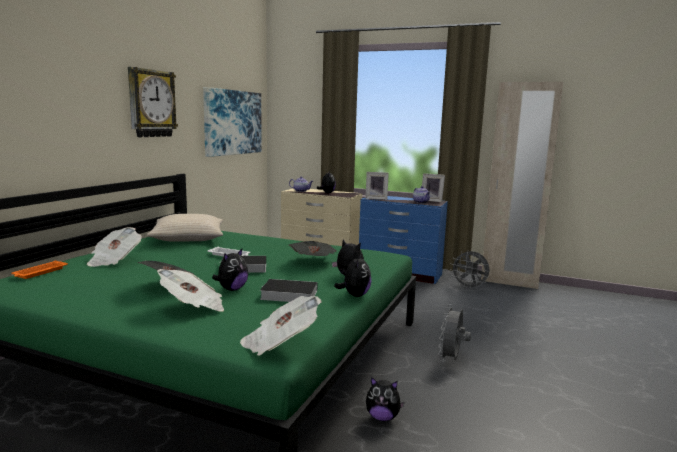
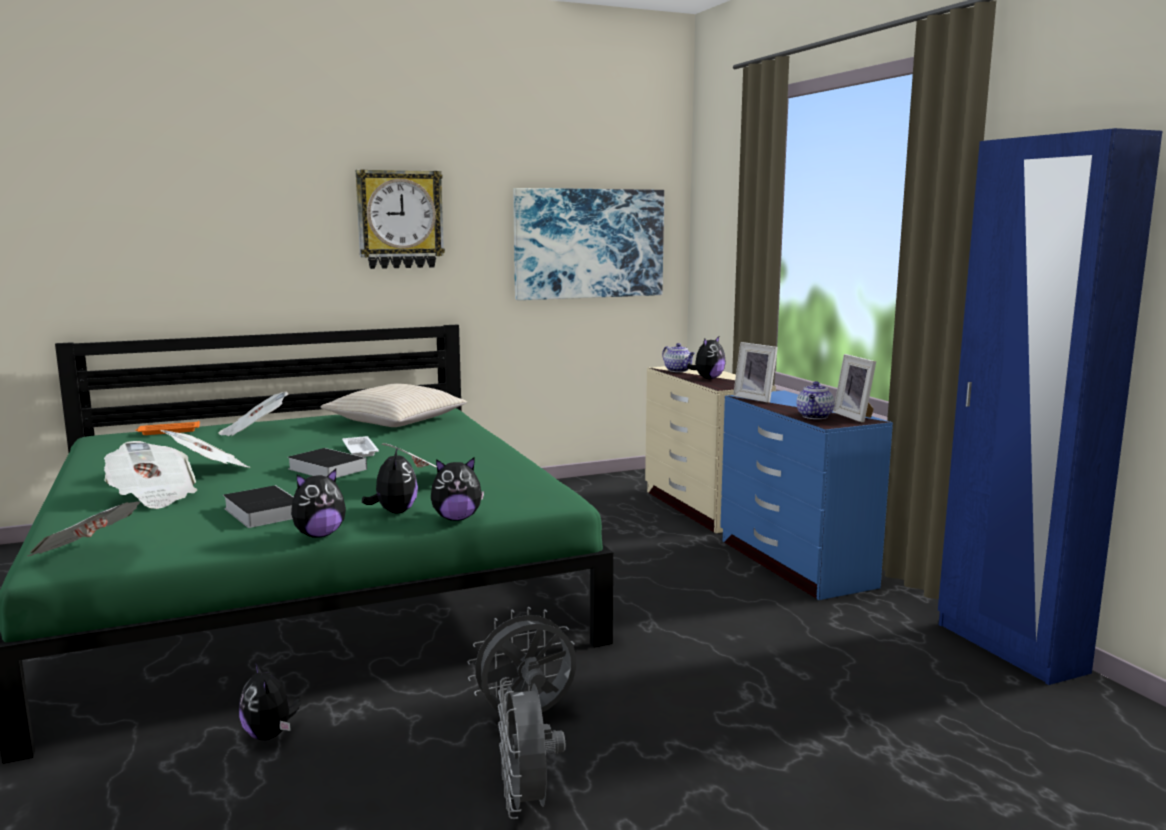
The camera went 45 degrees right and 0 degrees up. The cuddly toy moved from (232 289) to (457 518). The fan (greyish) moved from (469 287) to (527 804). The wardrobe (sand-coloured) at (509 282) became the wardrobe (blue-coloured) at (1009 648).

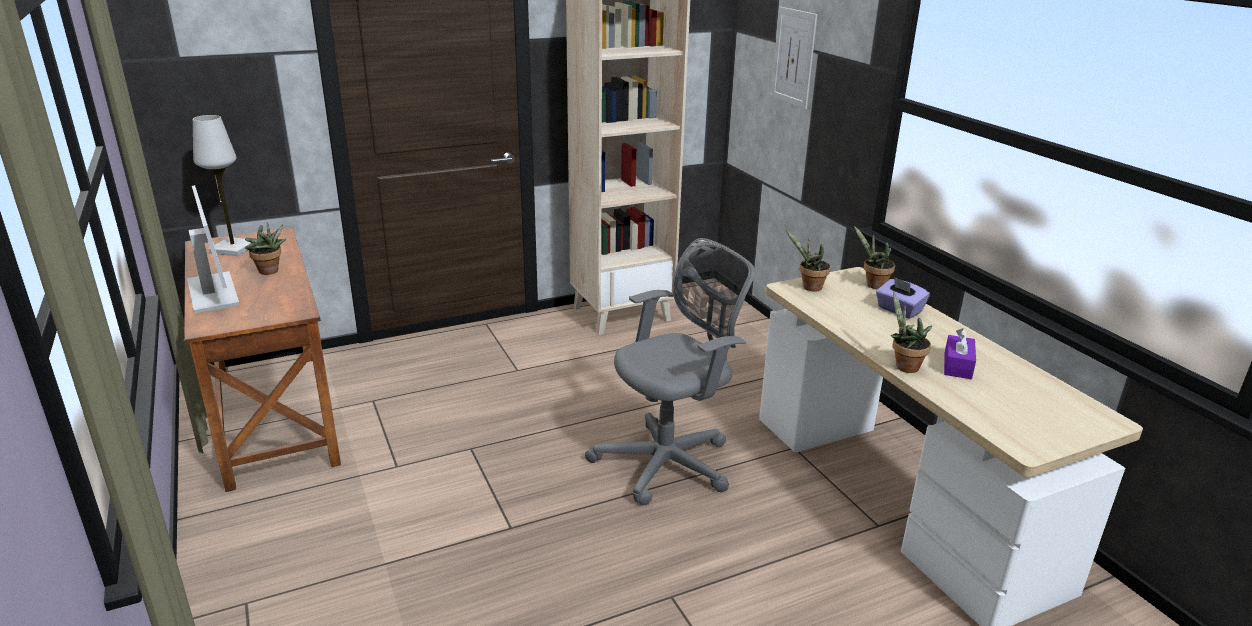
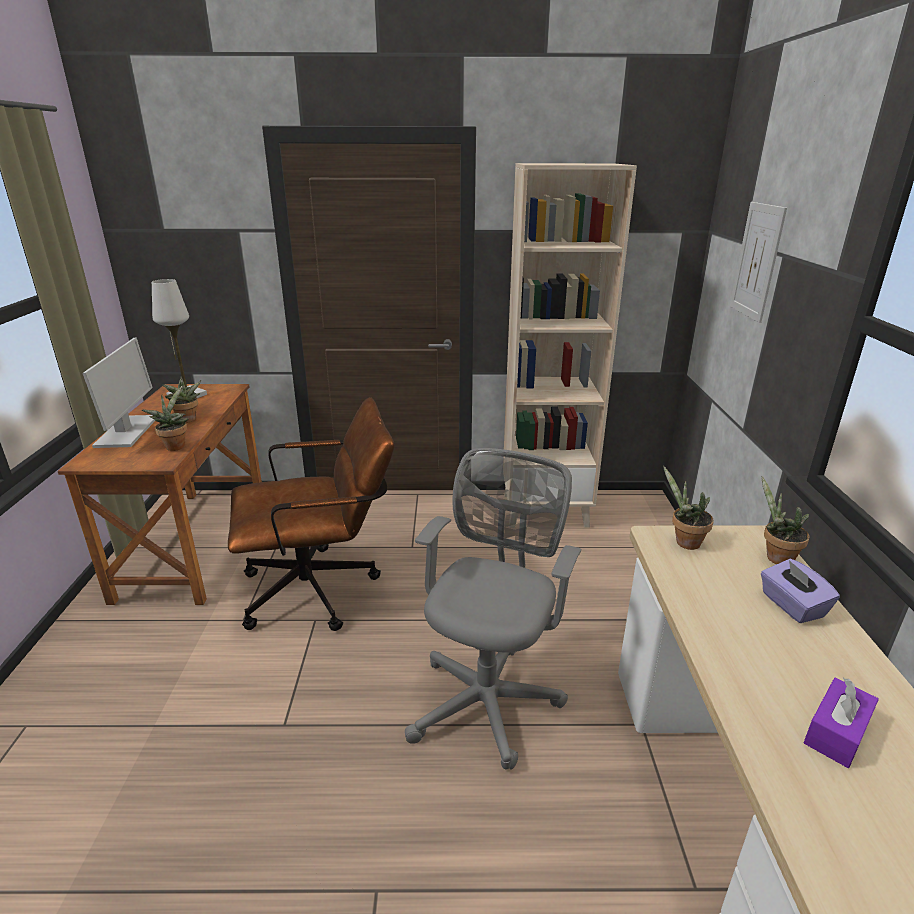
The camera went 25 degrees right and 0 degrees up. The houseplant moved from (903 366) to (175 445). The computer chair (brown) at (322 589) appeared. The computer chair (greyish) at (670 462) turned 60 degrees counterclockwise.

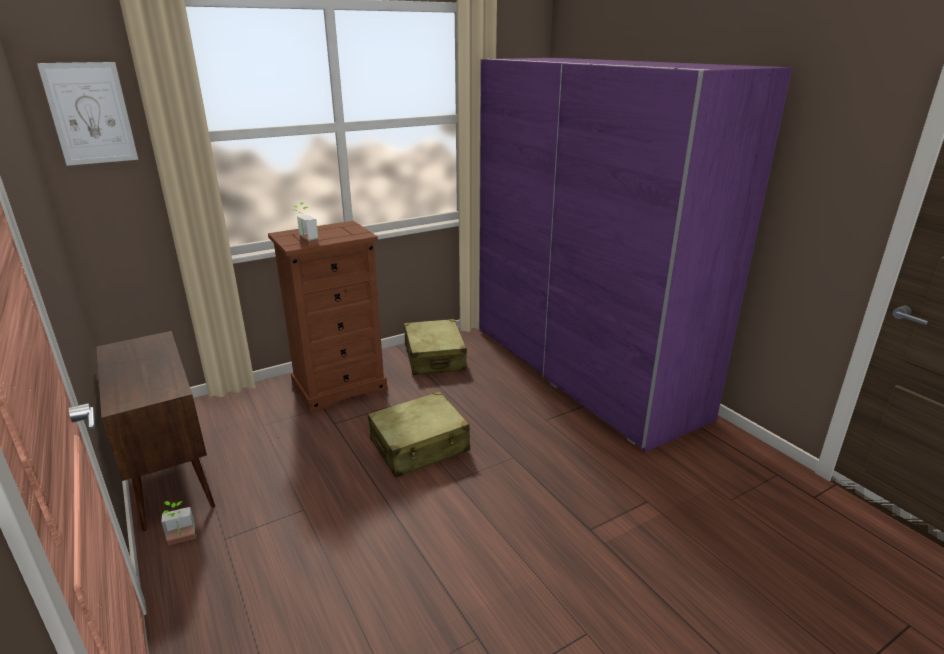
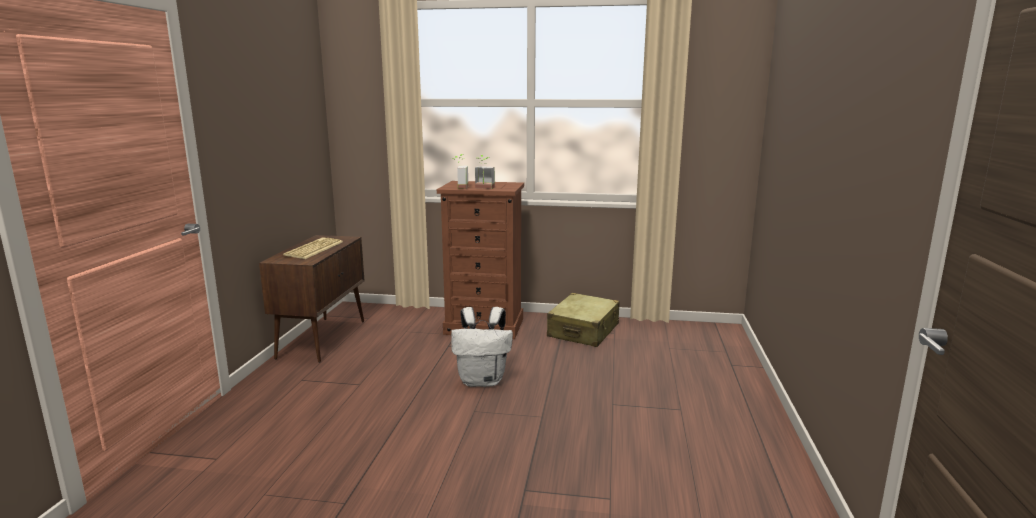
The camera went 40 degrees right and 10 degrees down. The computer keyboard at (313 249) appeared. The travel case (sand-coloured) at (420 446) was replaced by the knapsack (white-coloured) at (483 381). The houseplant moved from (182 541) to (483 188). The wall picture at (90 114) disappeared. The wardrobe (purple-coloured) at (581 370) disappeared.

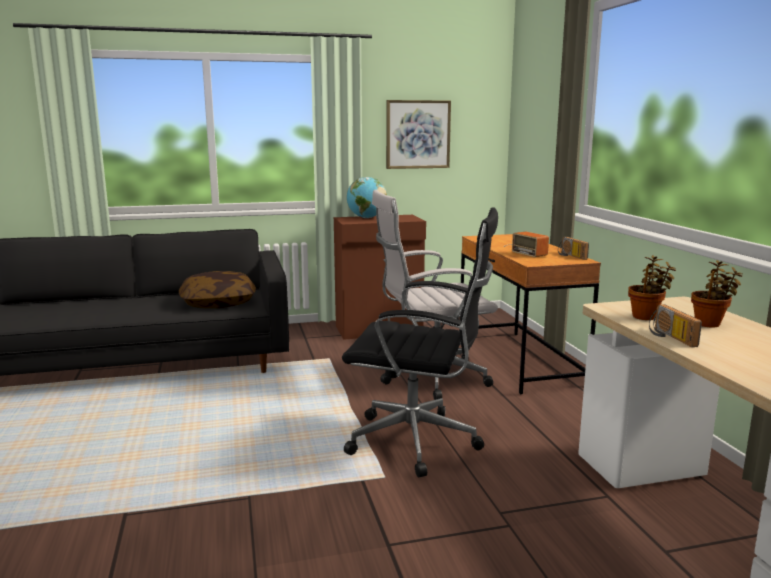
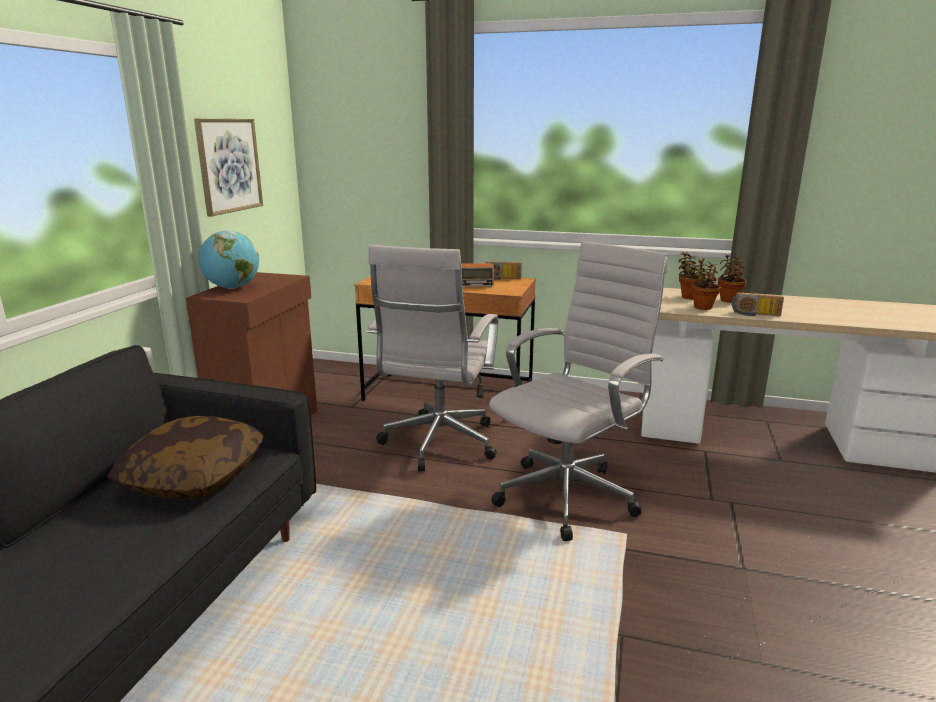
The camera went 60 degrees left and 5 degrees up. The computer chair (black) at (420 442) became the computer chair (white-coloured) at (570 494). The houseplant at (688 296) appeared.

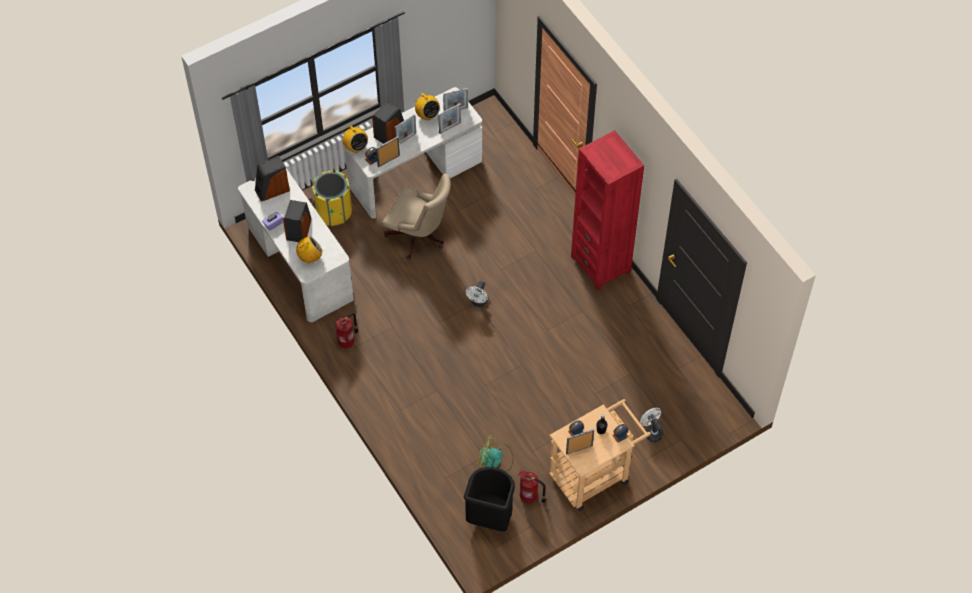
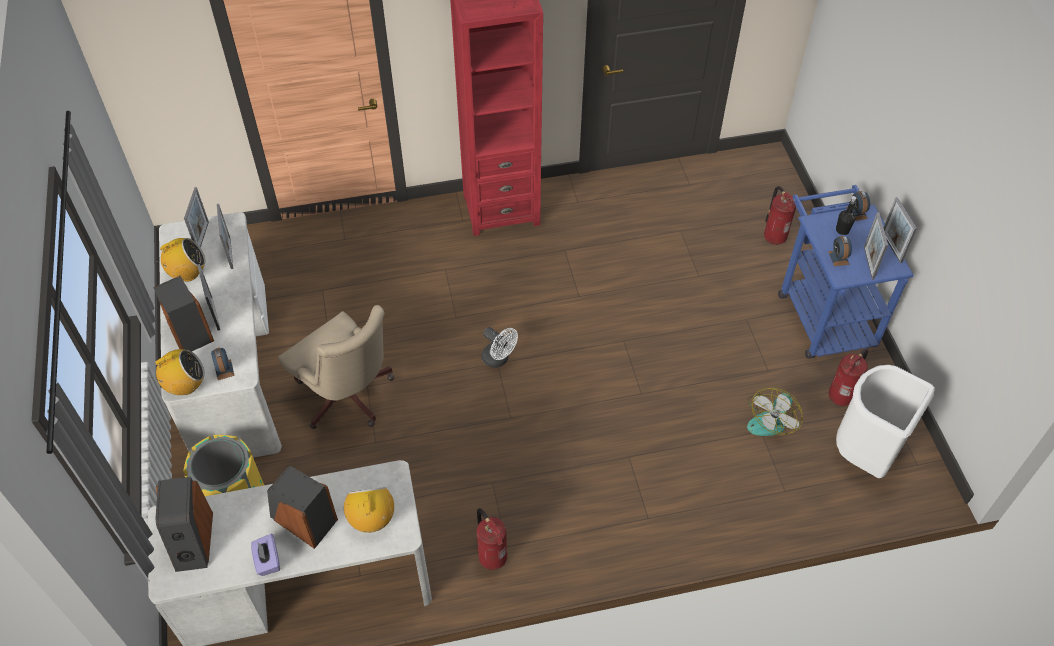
The camera went 70 degrees left and 5 degrees down. The computer chair (sand-coloured) at (419 237) turned 90 degrees clockwise. The fan (white-coloured) at (651 431) was replaced by the extinguisher at (774 236). The wheeled cart (sand-coloured) at (594 474) became the wheeled cart (blue-coloured) at (822 312). The trash can (black) at (490 517) became the trash can (white-coloured) at (865 453). The standing frame moved from (388 161) to (891 247).

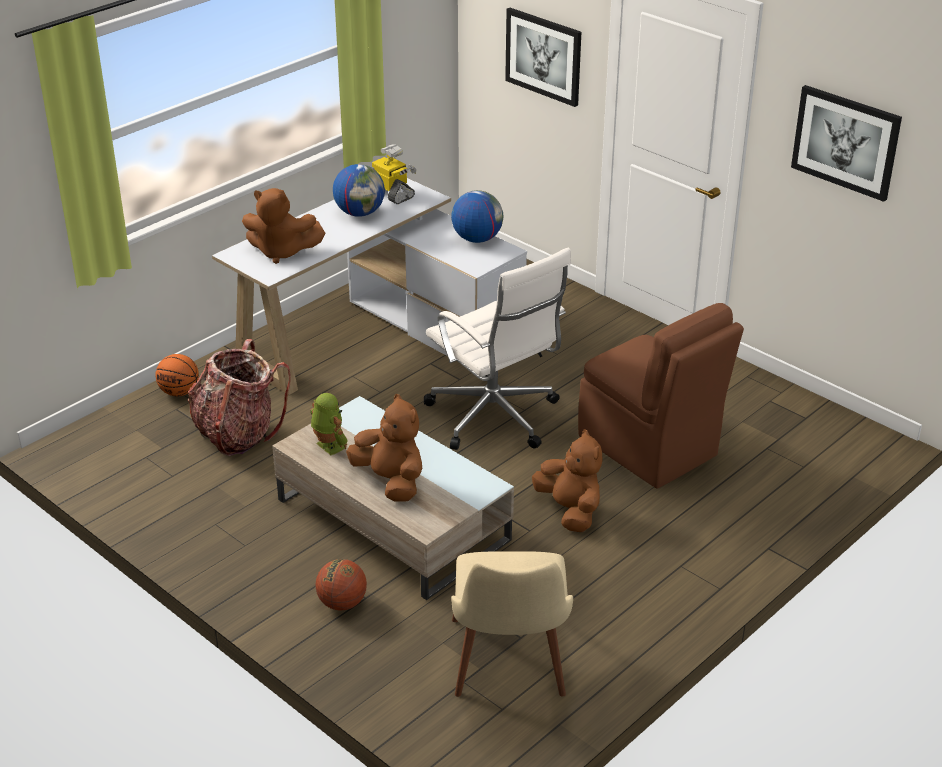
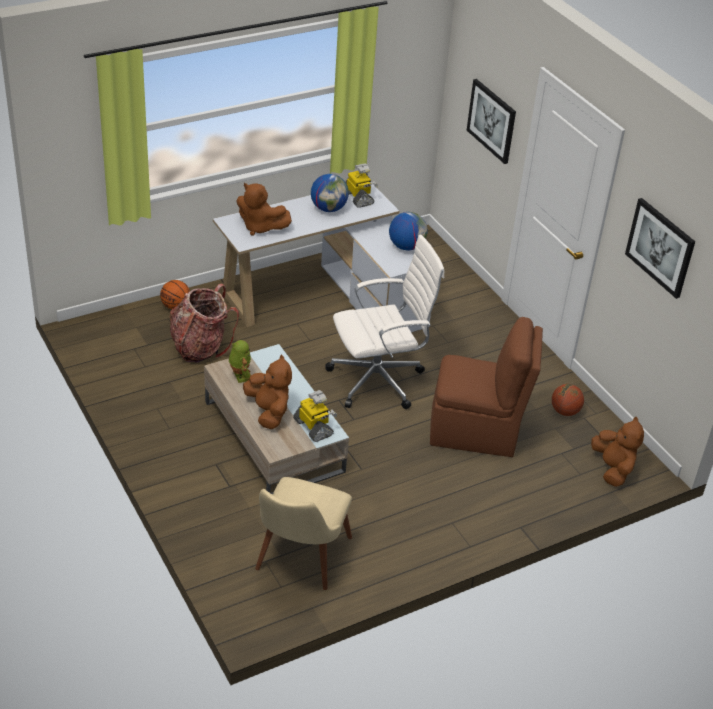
The camera went 15 degrees right and 5 degrees up. The model robot at (314 427) appeared. The computer chair (white-coloured) at (495 418) turned 90 degrees counterclockwise. The chair (brown) at (649 448) turned 60 degrees counterclockwise. The basketball moved from (342 603) to (565 411). The cuddly toy (brown) moved from (570 511) to (613 469).

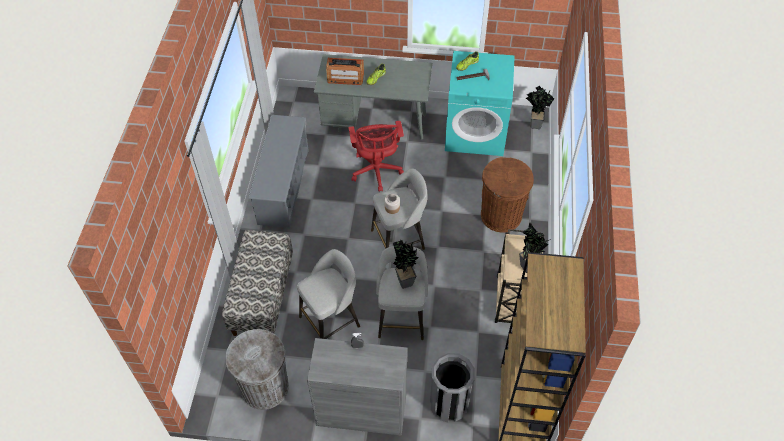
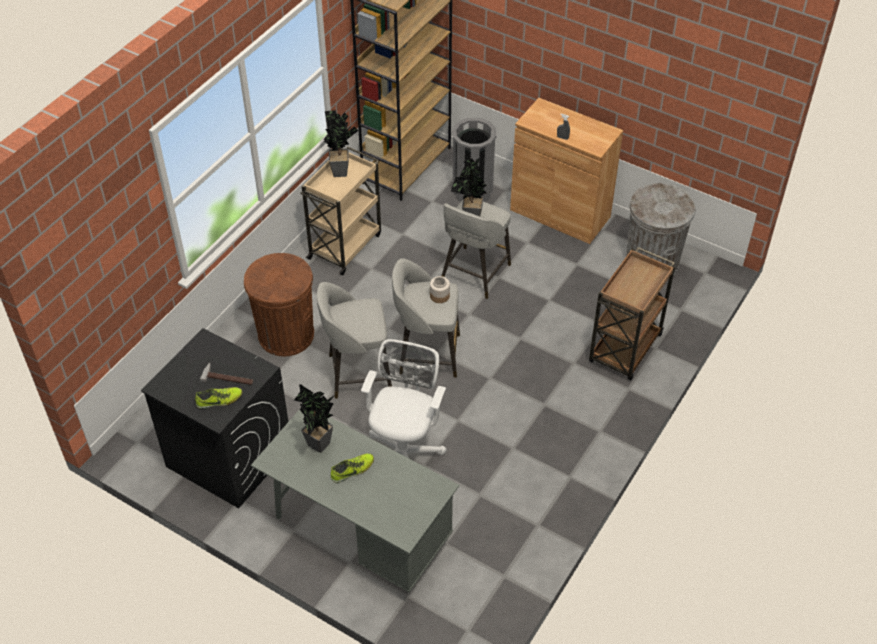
The camera went 155 degrees left and 5 degrees down. The washing machine (turquoise-coloured) at (476 133) became the washing machine (black) at (228 456). The houseplant moved from (533 124) to (320 446). The stool seat (greyish) moved from (331 320) to (357 373). The computer chair (red-coloured) at (376 171) became the computer chair (white-coloured) at (403 452). The cupboard (greyish) at (361 410) became the cupboard (brown) at (560 213). The long seat at (262 296) was replaced by the wheeled cart (brown) at (624 350). The shoe rack (greyish) at (283 186) disappeared. The radio at (345 78) disappeared.

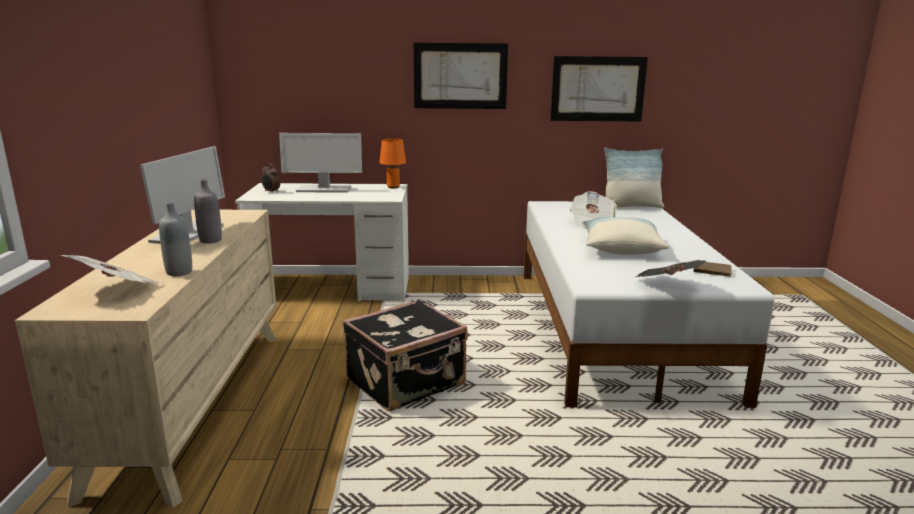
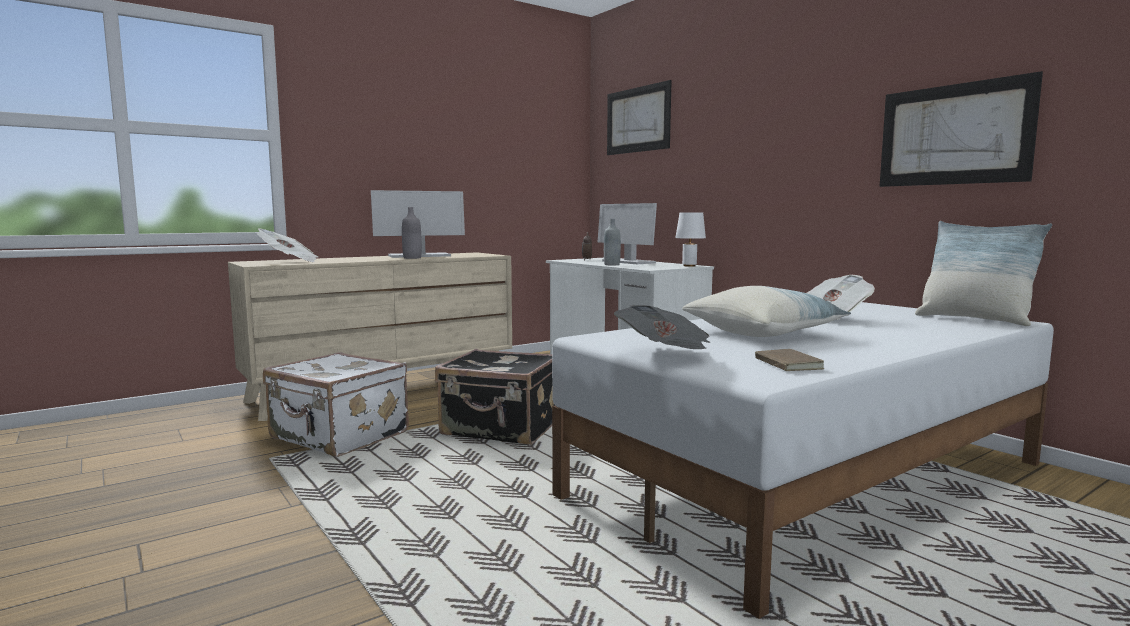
The camera went 55 degrees right and 10 degrees down. The travel case (white-coloured) at (338 437) appeared. The beverage bottle (greyish) moved from (179 272) to (611 264). The wall picture moved from (460 76) to (637 120). The table lamp (orange-coloured) at (393 187) became the table lamp (white-coloured) at (689 266).

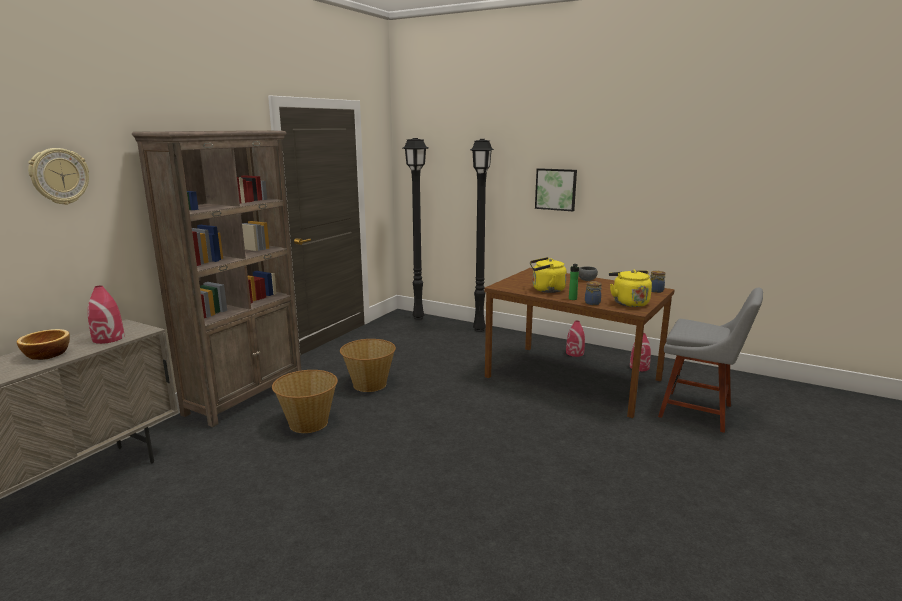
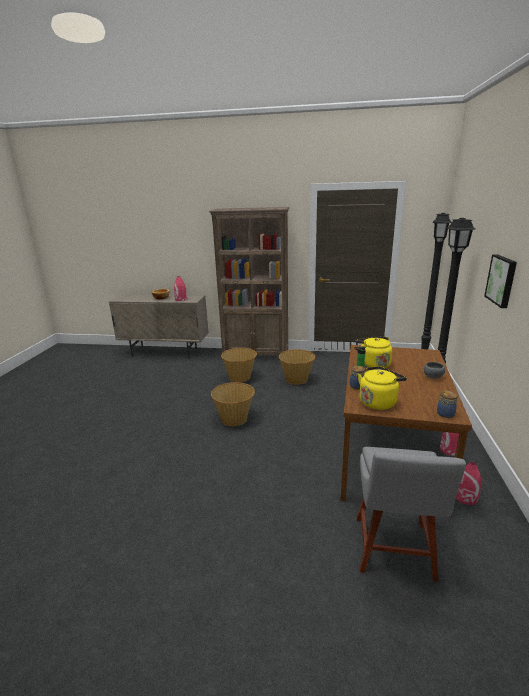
The camera went 70 degrees right and 5 degrees up. The household basket at (234 418) appeared. The hanging clock at (59 176) disappeared.

